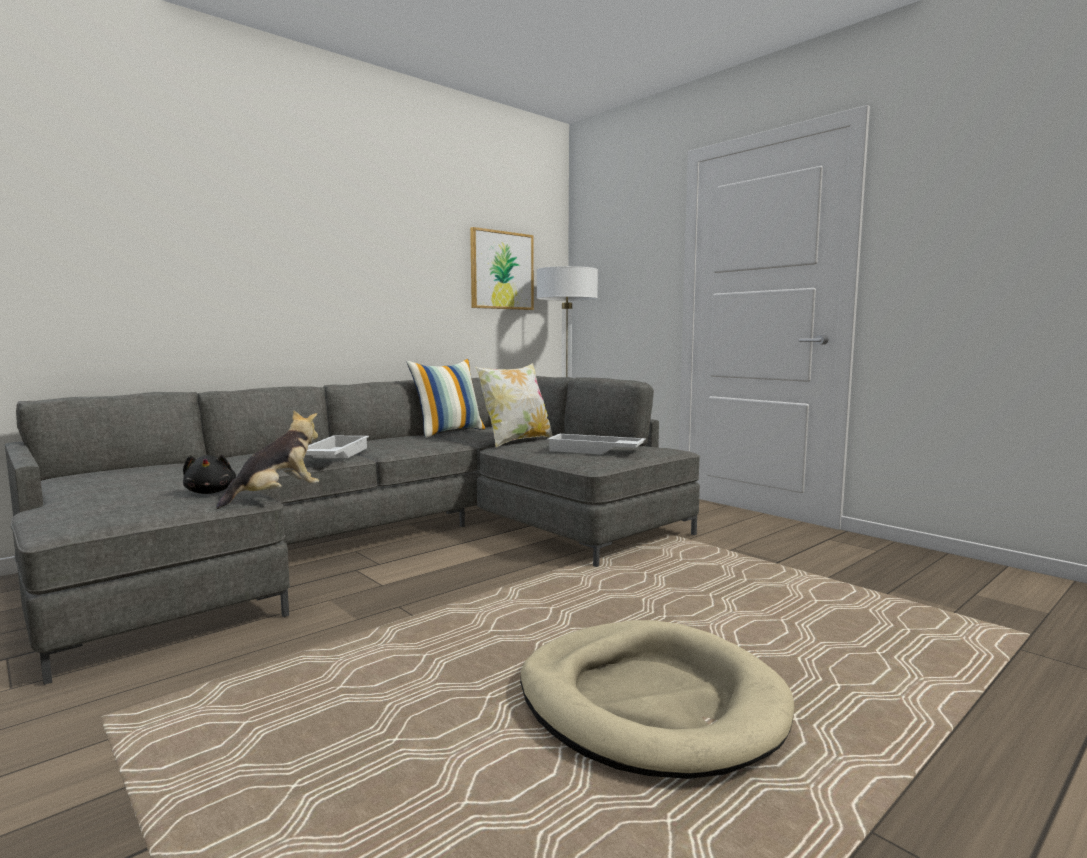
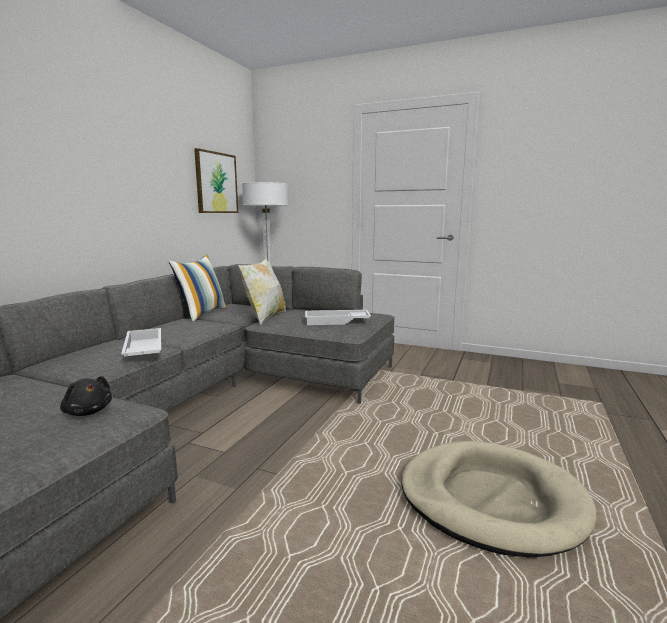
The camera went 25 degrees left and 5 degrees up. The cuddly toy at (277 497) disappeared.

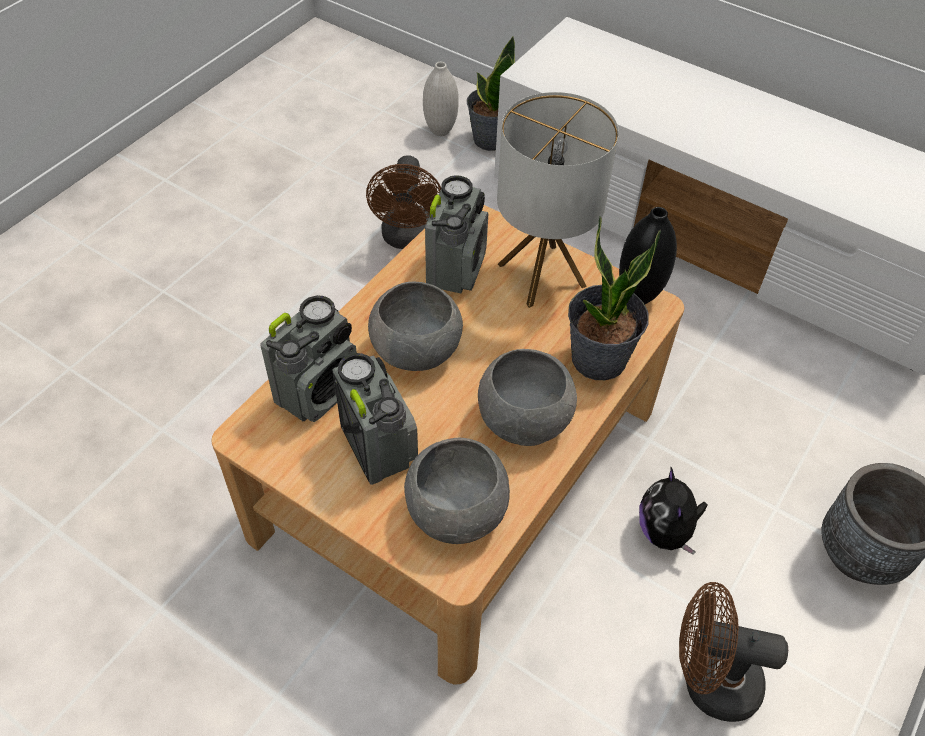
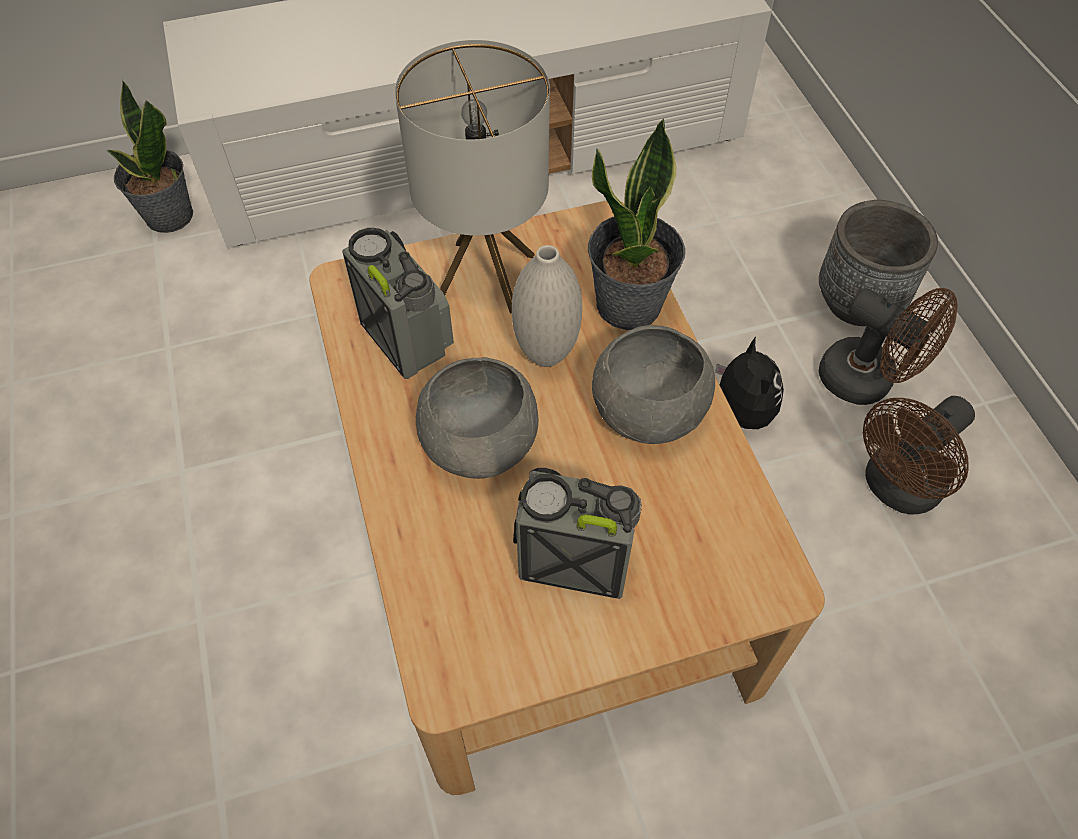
The camera went 50 degrees left and 5 degrees up. The flower vase (white-coloured) moved from (440 131) to (546 354). The cuddly toy at (665 531) turned 135 degrees counterclockwise. The fan (brown) moved from (408 239) to (867 382). The radio at (318 391) disappeared. The bowl (greyish) at (457 510) disappeared. The flower vase (black) at (638 296) disappeared.

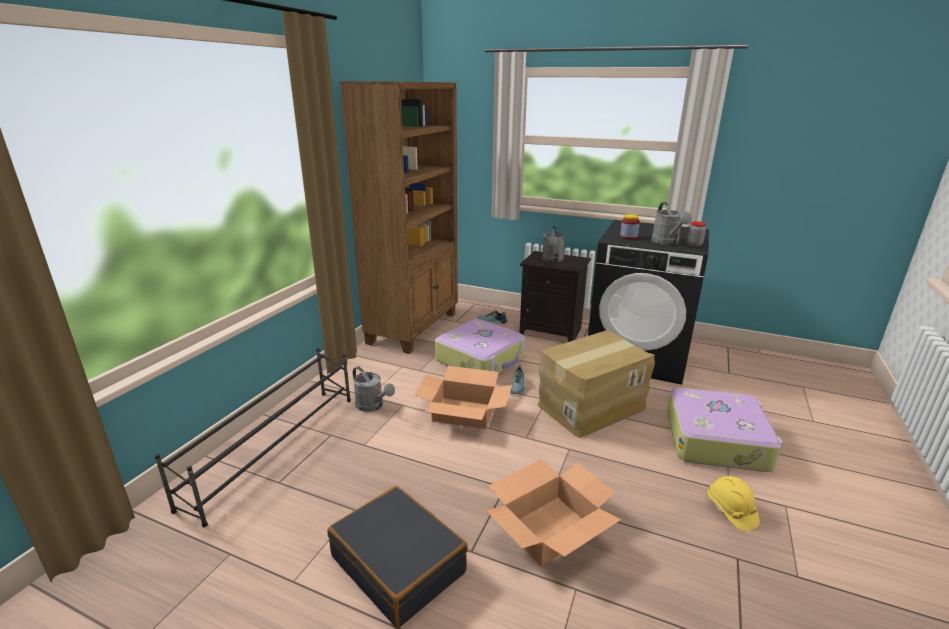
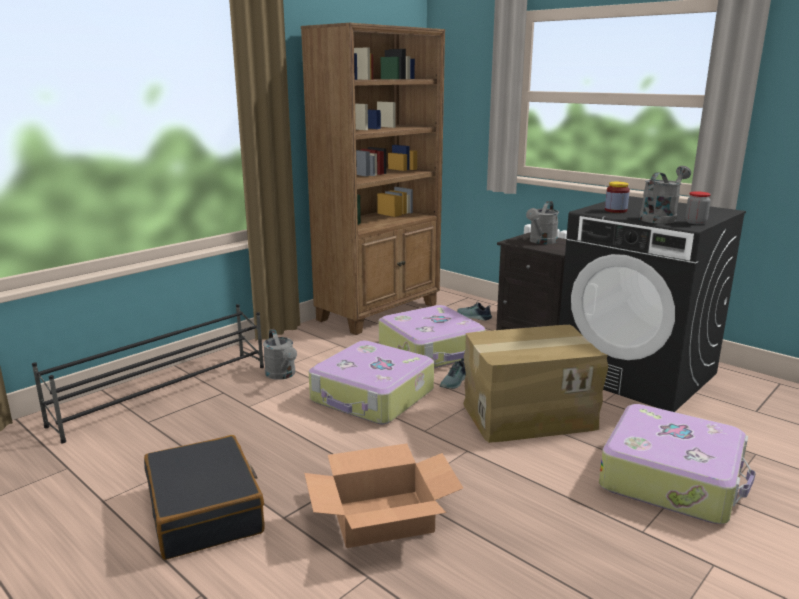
The camera went 20 degrees right and 5 degrees down. The packing box at (463 413) was replaced by the travel case at (372 396). The watering pot (greyish) at (667 242) turned 150 degrees counterclockwise. The hard hat (yellowish) at (730 511) disappeared.

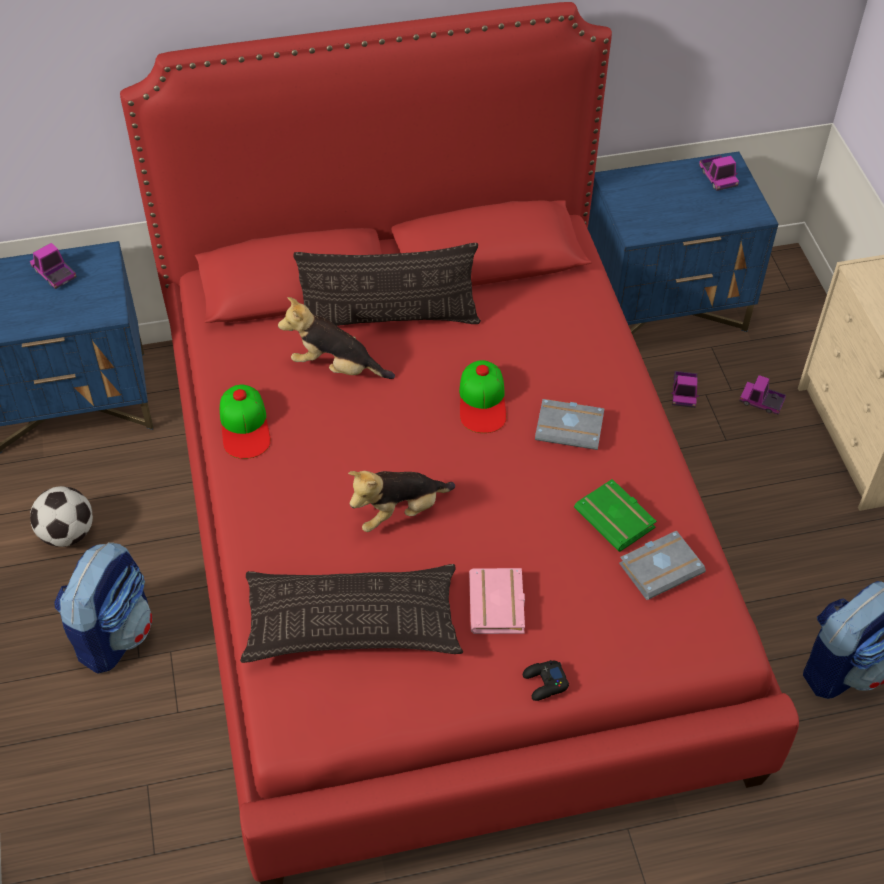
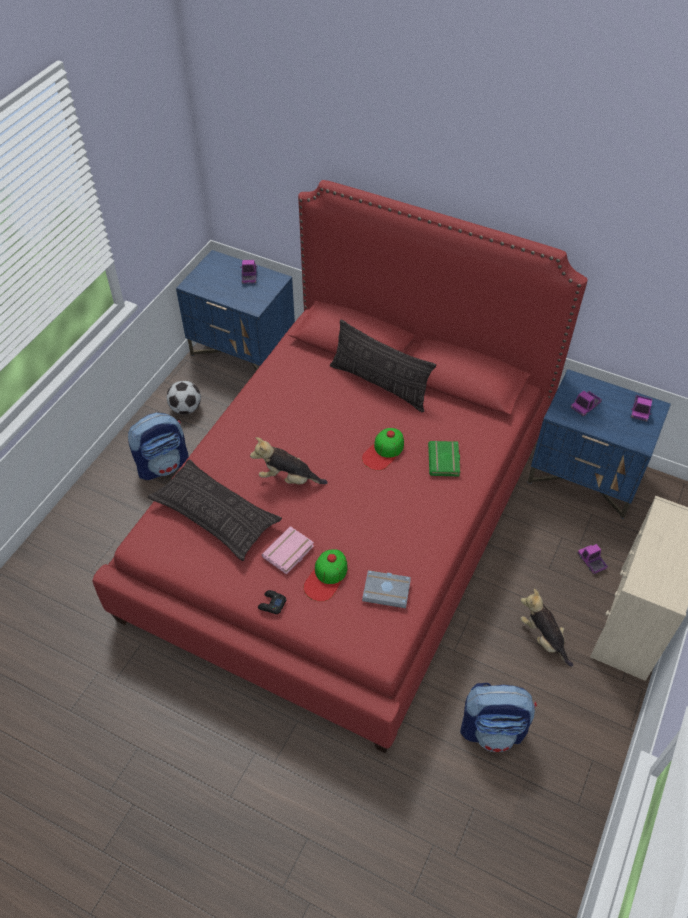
The camera went 40 degrees right and 0 degrees up. The baseball cap moved from (245 426) to (326 577). The bound book (greenish) moved from (617 519) to (445 461). The cuddly toy moved from (336 367) to (543 638). The model truck moved from (684 393) to (585 406). The bound book (greyish) at (571 427) disappeared.

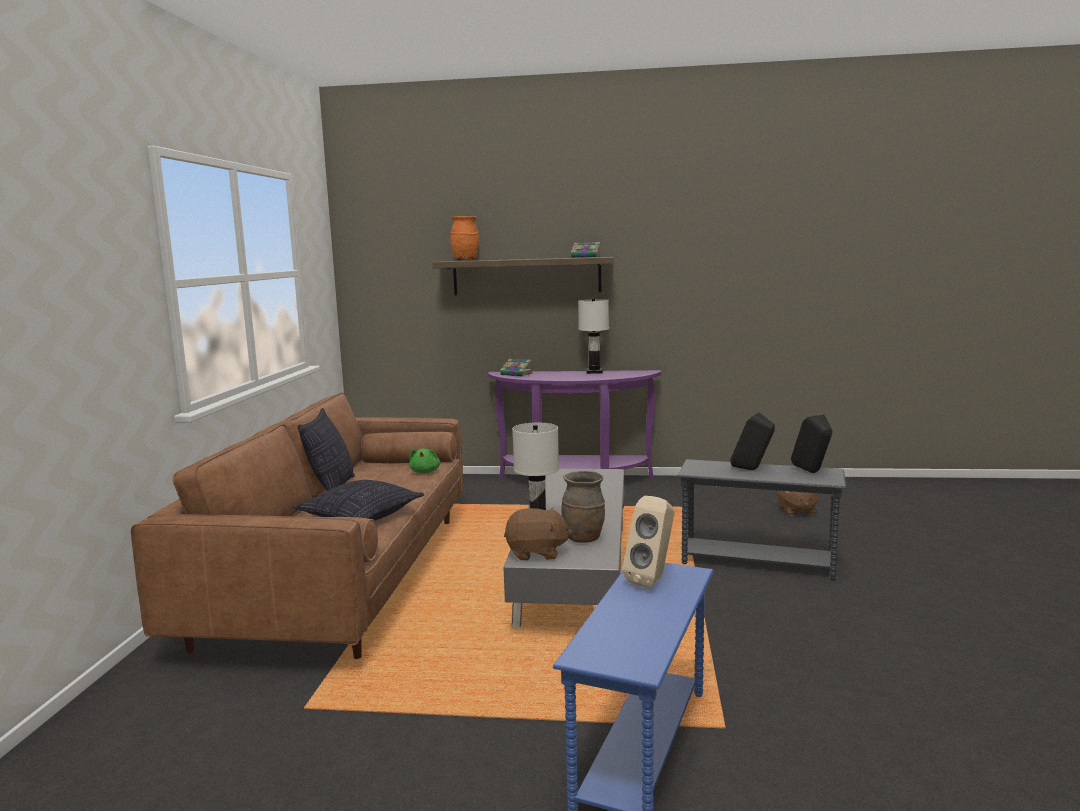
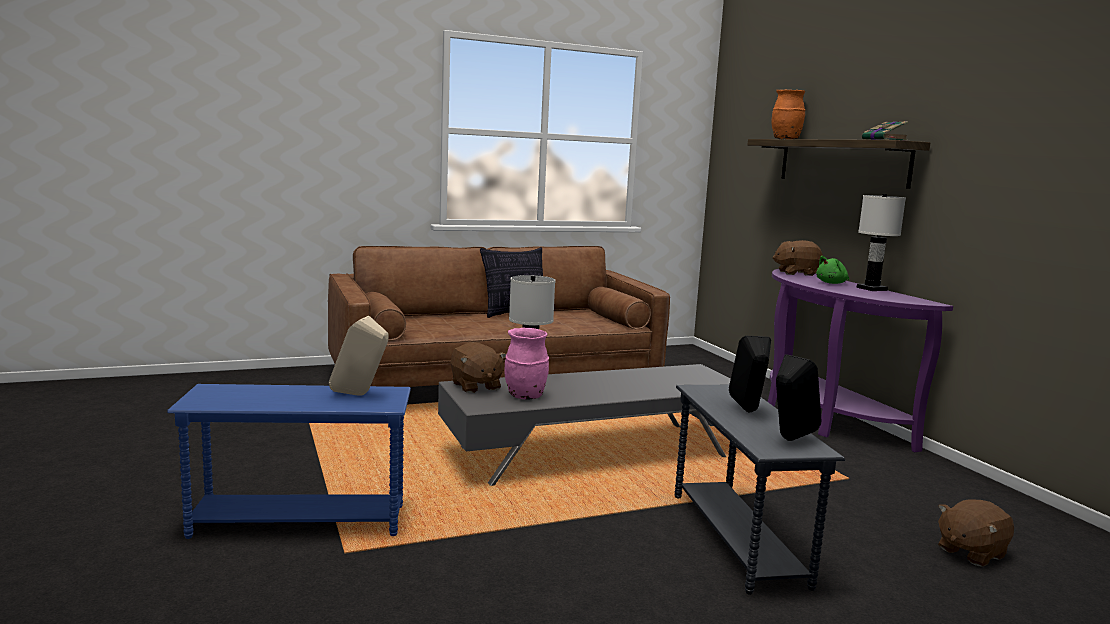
The camera went 60 degrees right and 0 degrees up. The flower vase (brown) at (584 539) became the flower vase (pinkish) at (525 396). The bound book at (517 374) was replaced by the cuddly toy (brown) at (796 273). The cuddly toy (greenish) moved from (425 472) to (832 283). The throw pillow at (361 517) disappeared.

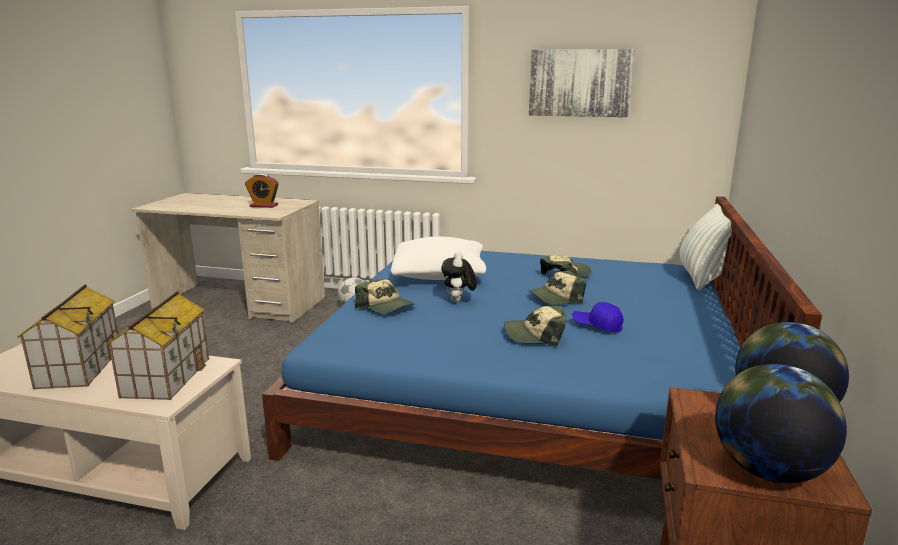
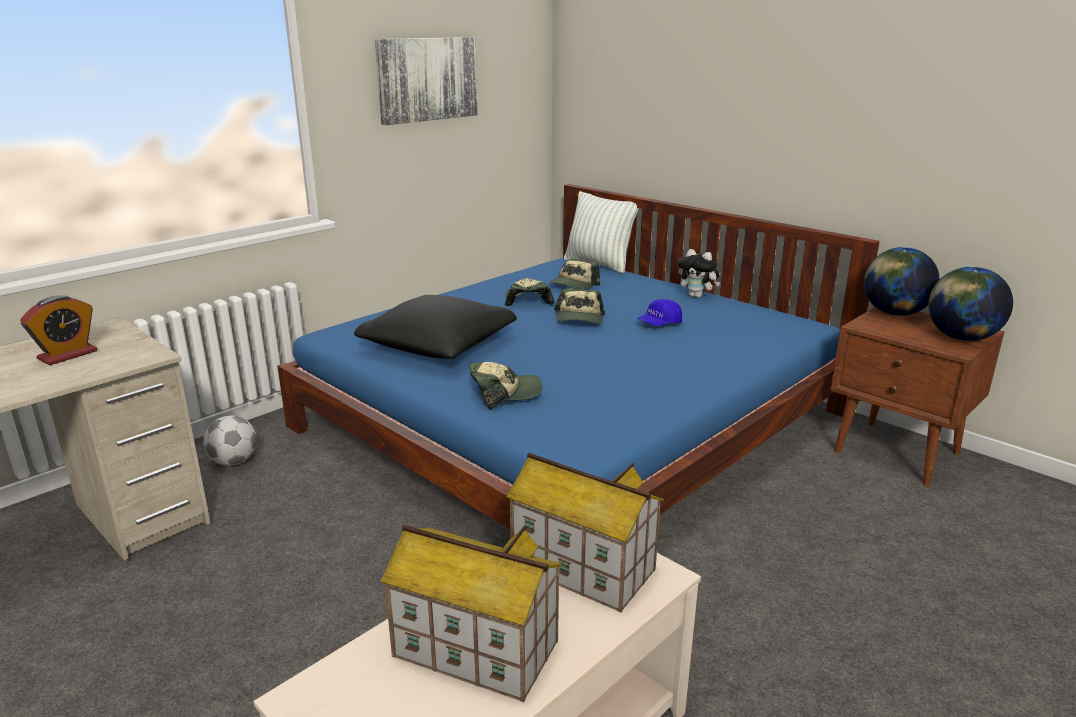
The camera went 60 degrees left and 5 degrees up. The throw pillow (white-coloured) at (439 274) became the throw pillow (black) at (439 346). The baseball cap moved from (535 335) to (573 285). The cuddly toy moved from (458 301) to (697 296).

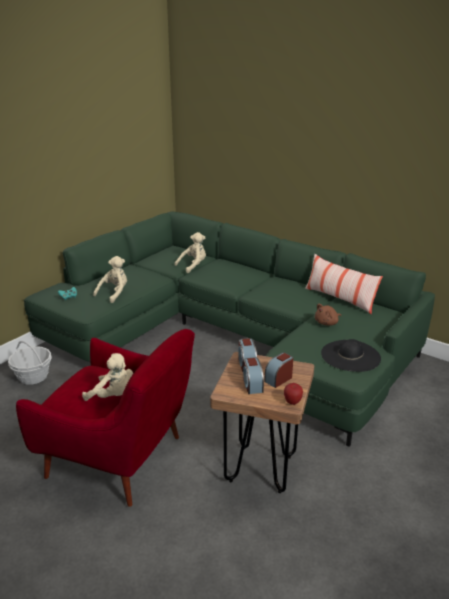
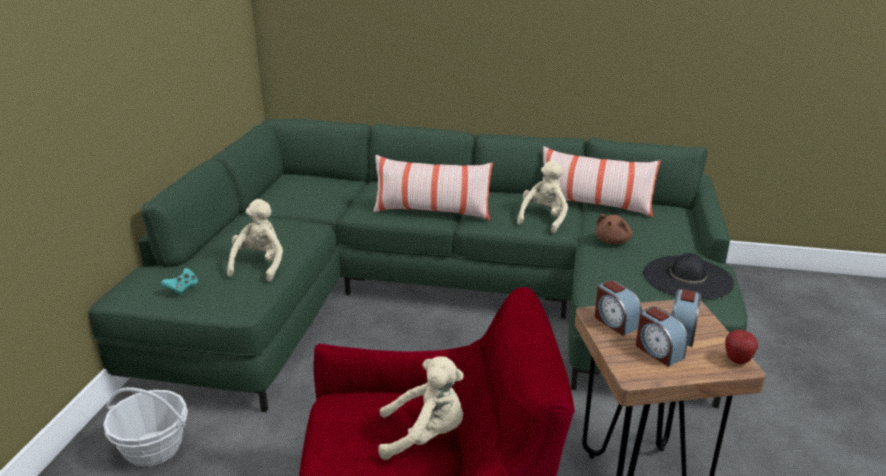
The camera went 25 degrees left and 0 degrees up. The throw pillow at (432 212) appeared. The cuddly toy (sand-coloured) moved from (193 266) to (544 219).

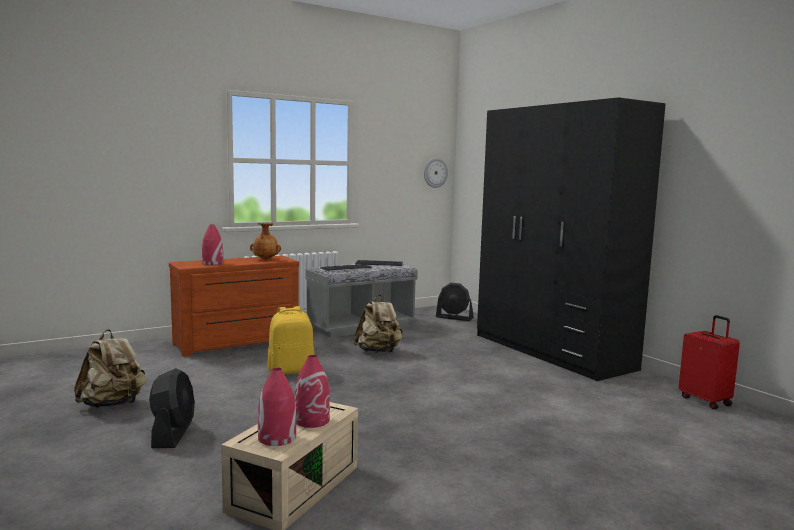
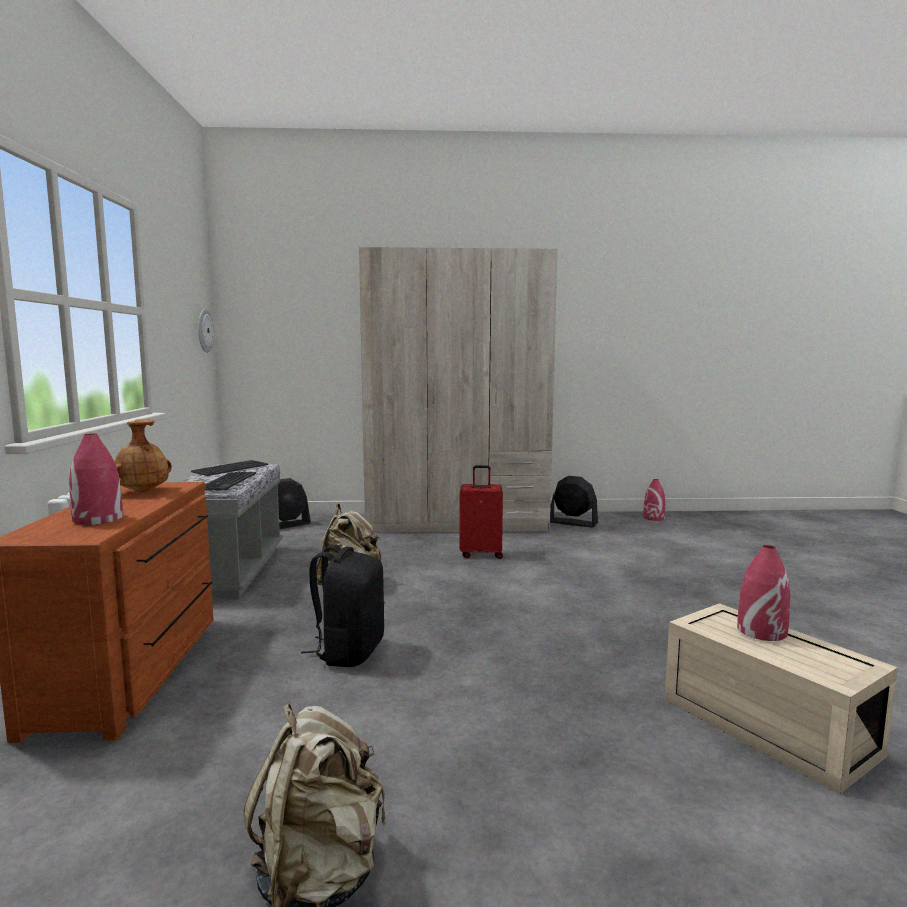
The camera went 60 degrees left and 0 degrees up. The knapsack (yellowish) at (291 371) became the knapsack (black) at (349 652). The wardrobe (black) at (552 351) became the wardrobe (sand-coloured) at (457 523). The travel case (red-coloured) moved from (706 401) to (481 554). The fan (black) moved from (173 434) to (572 523). The flower vase (red-coloured) moved from (277 438) to (654 518).

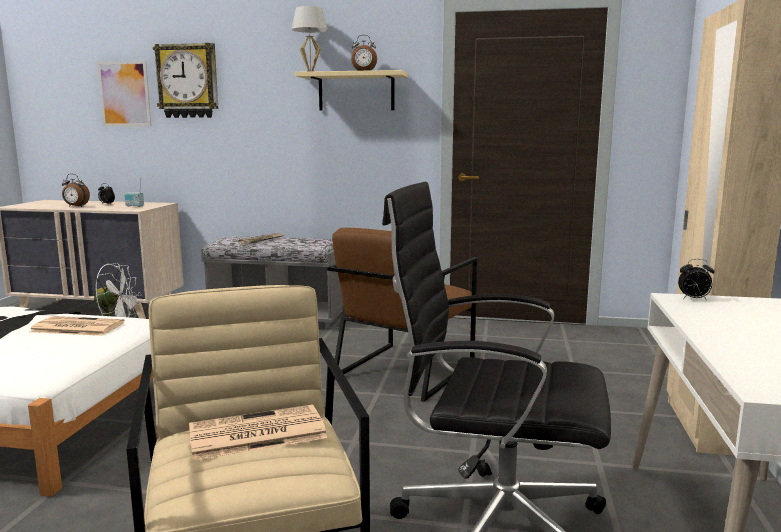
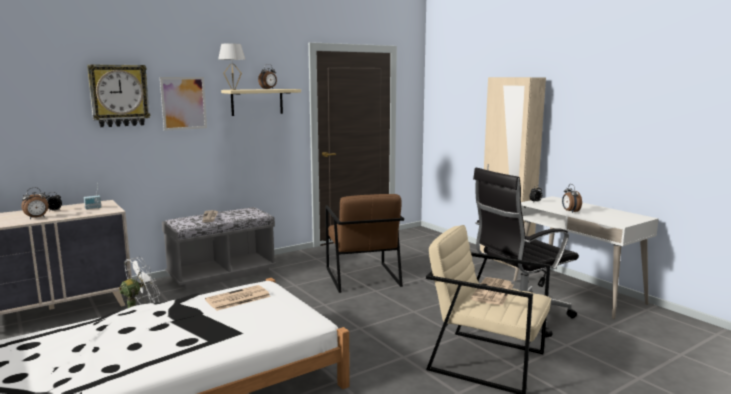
The camera went 45 degrees left and 0 degrees up. The wall picture moved from (124 94) to (183 103). The table clock at (570 211) appeared.

